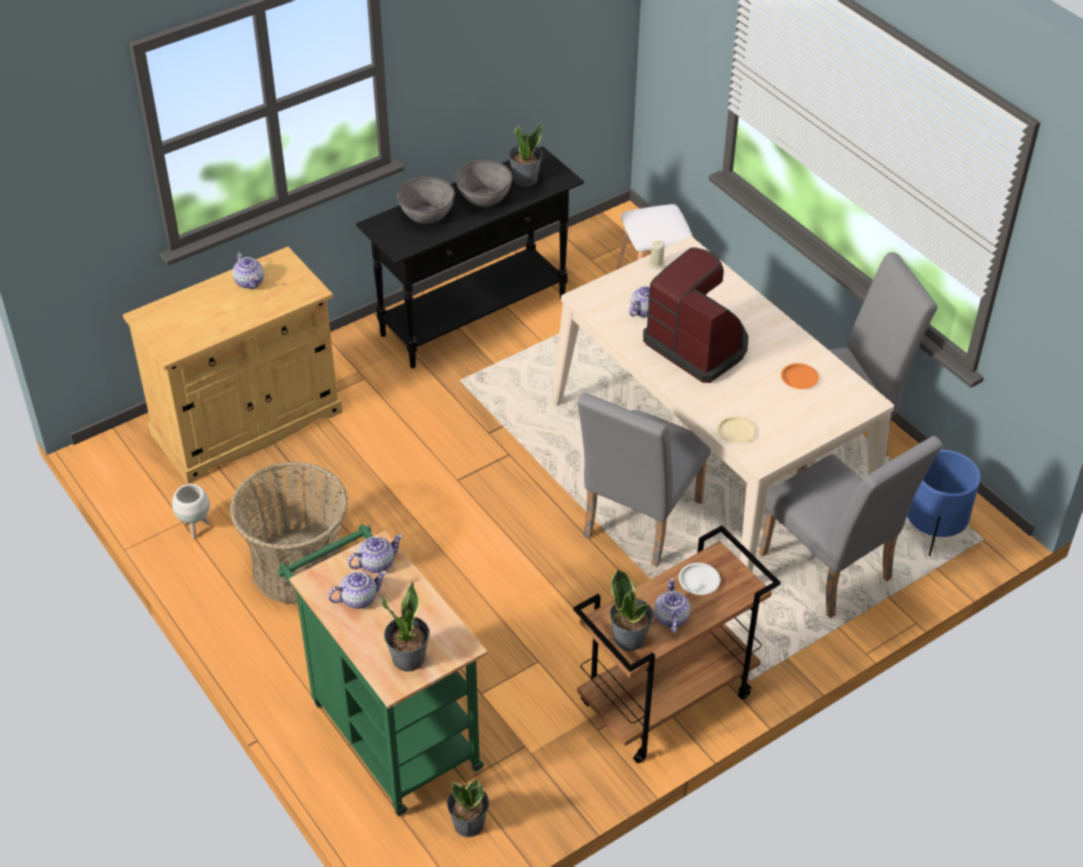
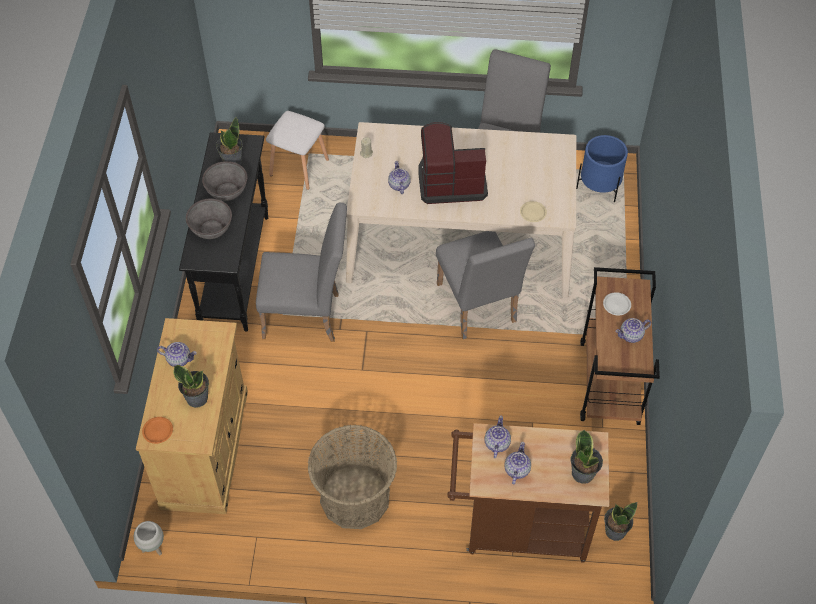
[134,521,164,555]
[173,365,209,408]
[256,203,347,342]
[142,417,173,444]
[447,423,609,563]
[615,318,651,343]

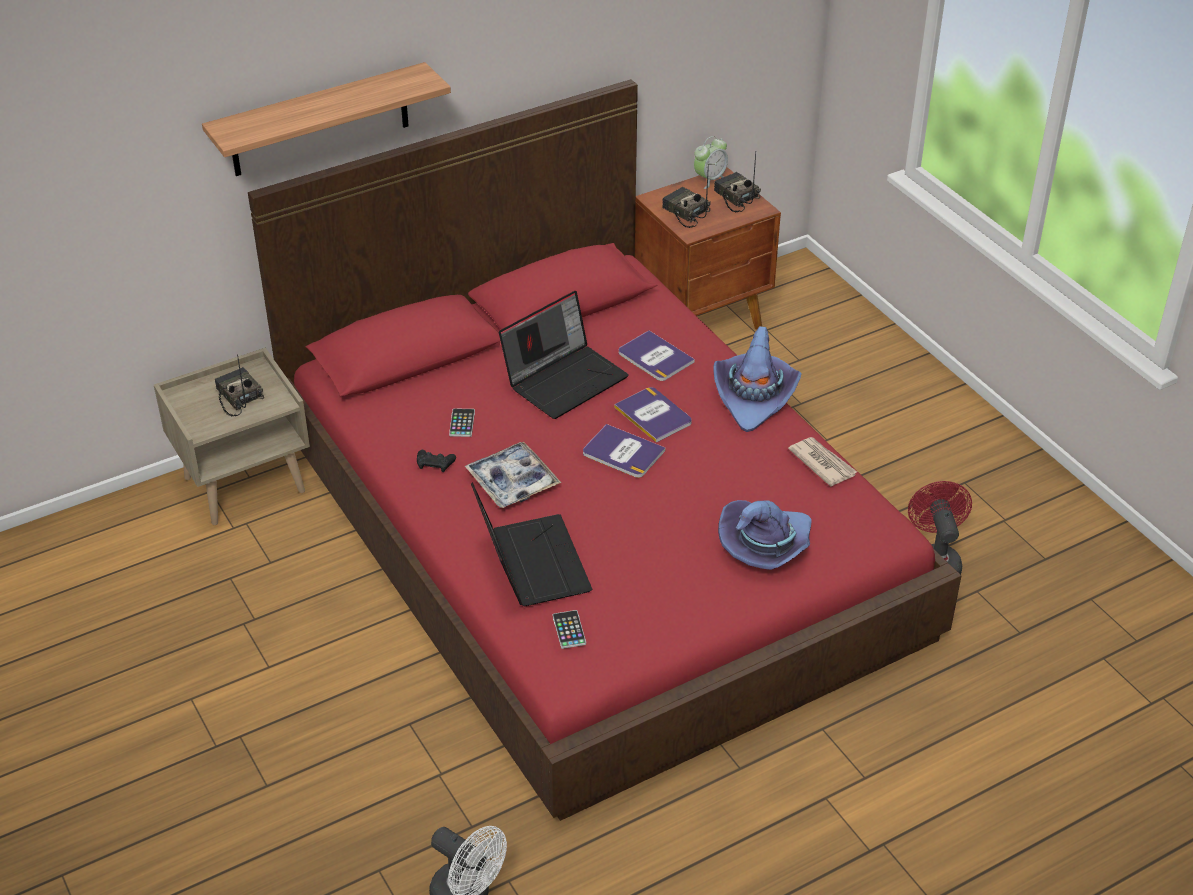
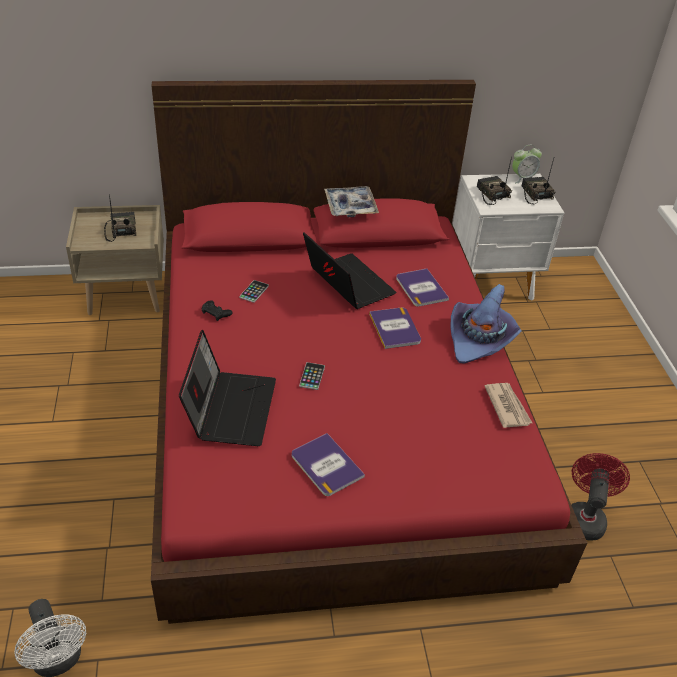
[202,62,451,176] (first image)
[718,500,812,570] (first image)
[324,186,379,218]
[299,362,325,390]
[292,433,365,496]
[453,174,564,301]
[303,232,396,309]

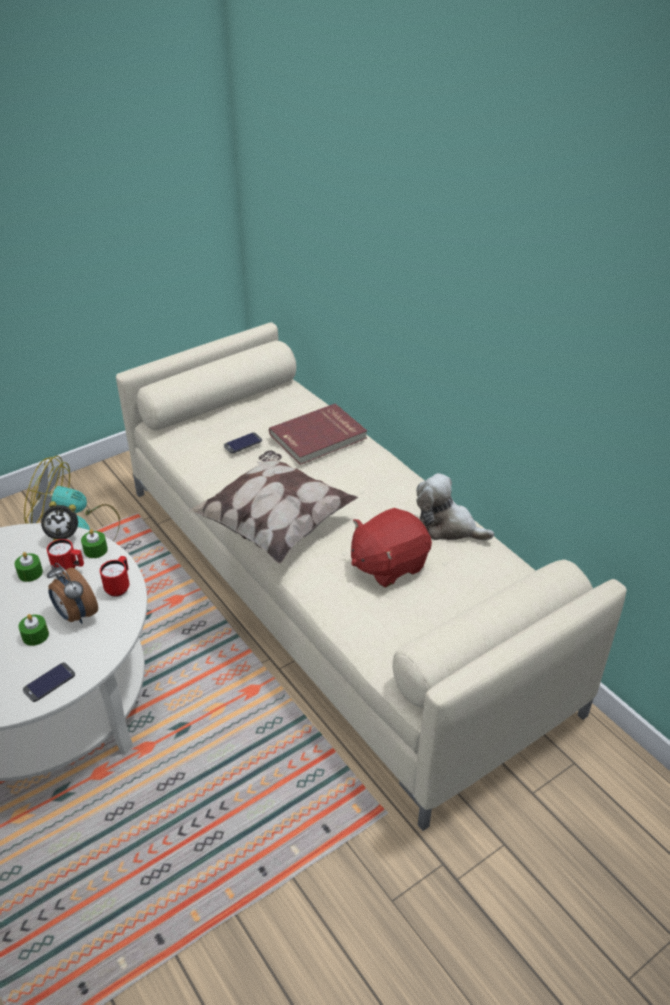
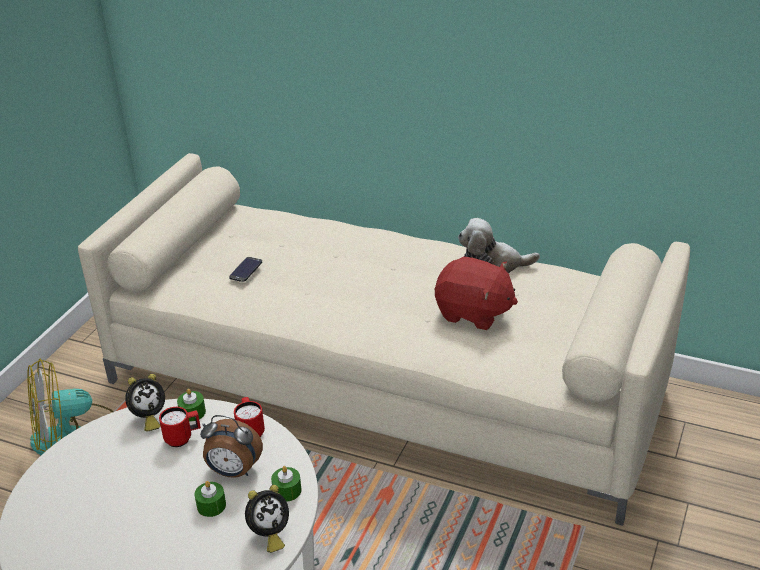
[188,450,358,563] (first image)
[269,404,367,465] (first image)
[271,466,302,502]
[245,485,289,553]
[435,257,518,330]

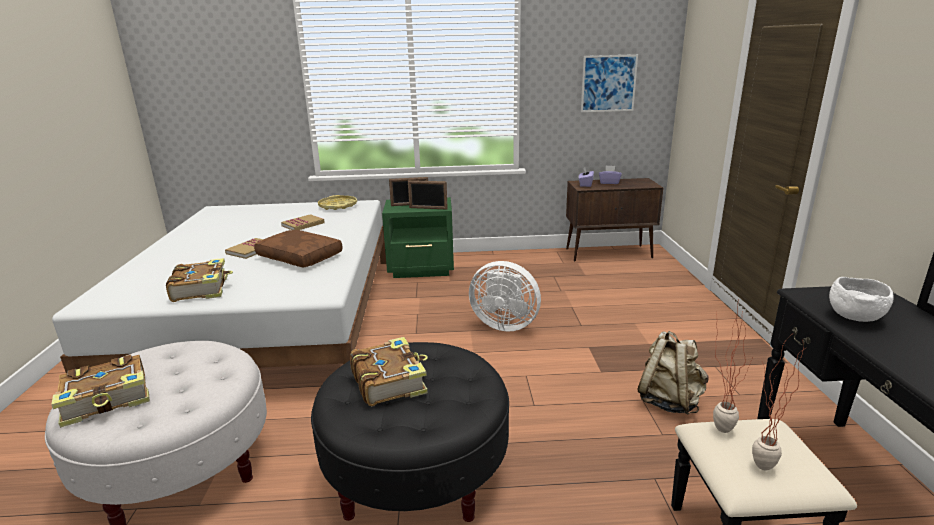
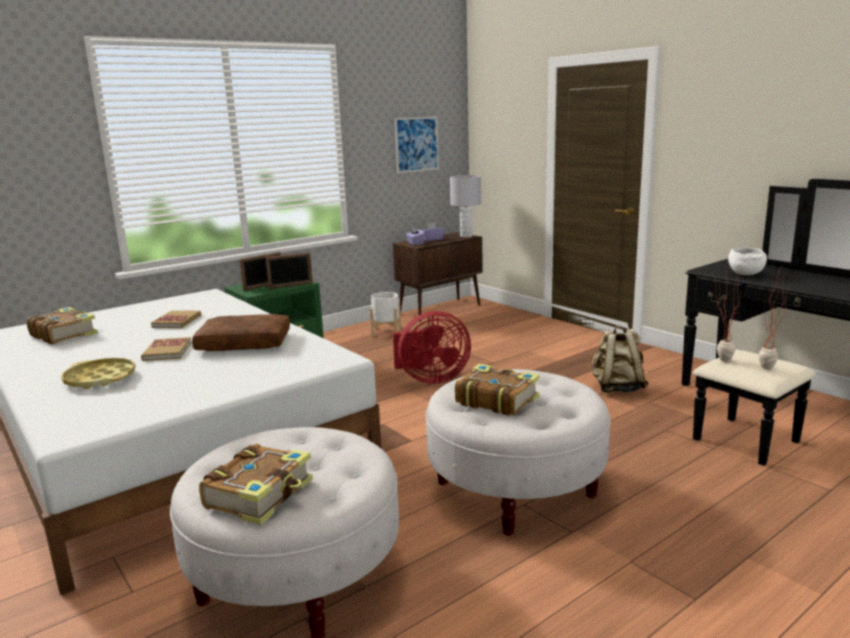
[370,292,401,337]
[450,175,481,237]
[26,307,98,344]
[61,358,136,389]
[425,369,611,536]
[393,311,471,384]

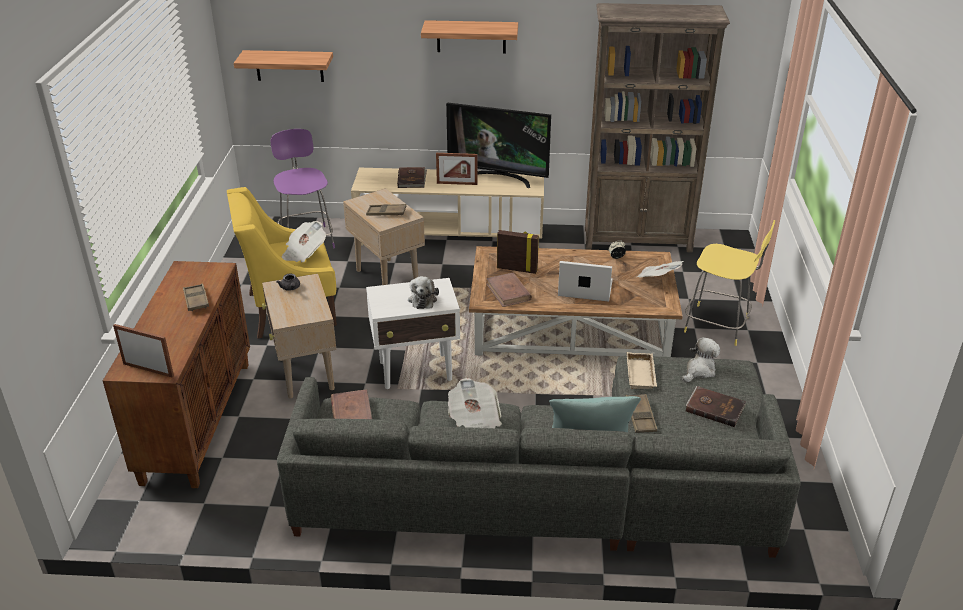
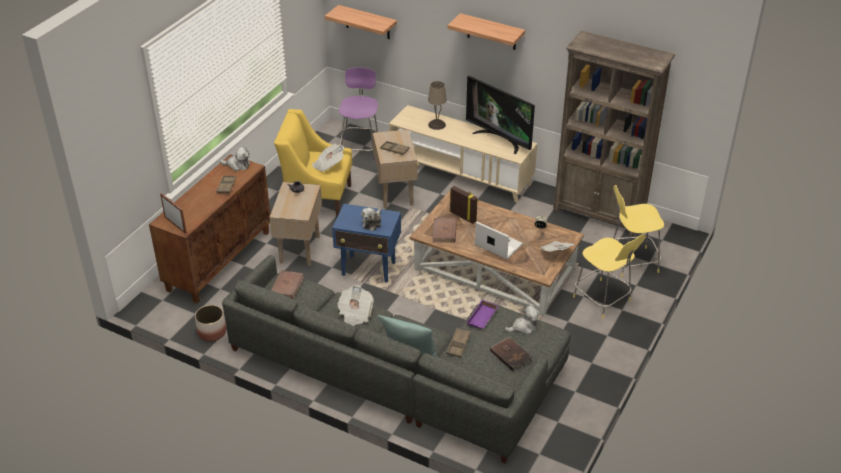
[436,153,477,185] (first image)
[195,305,226,342]
[219,147,250,172]
[613,185,664,277]
[428,81,447,130]
[332,204,401,283]
[467,299,499,329]

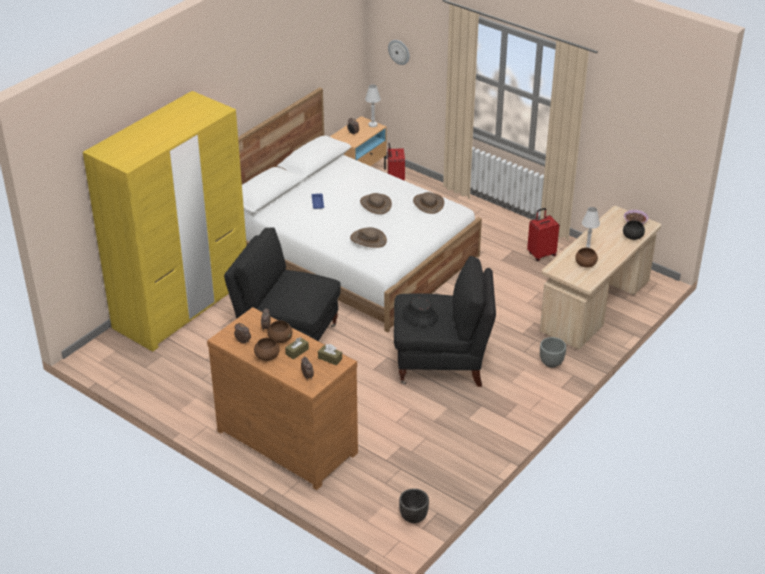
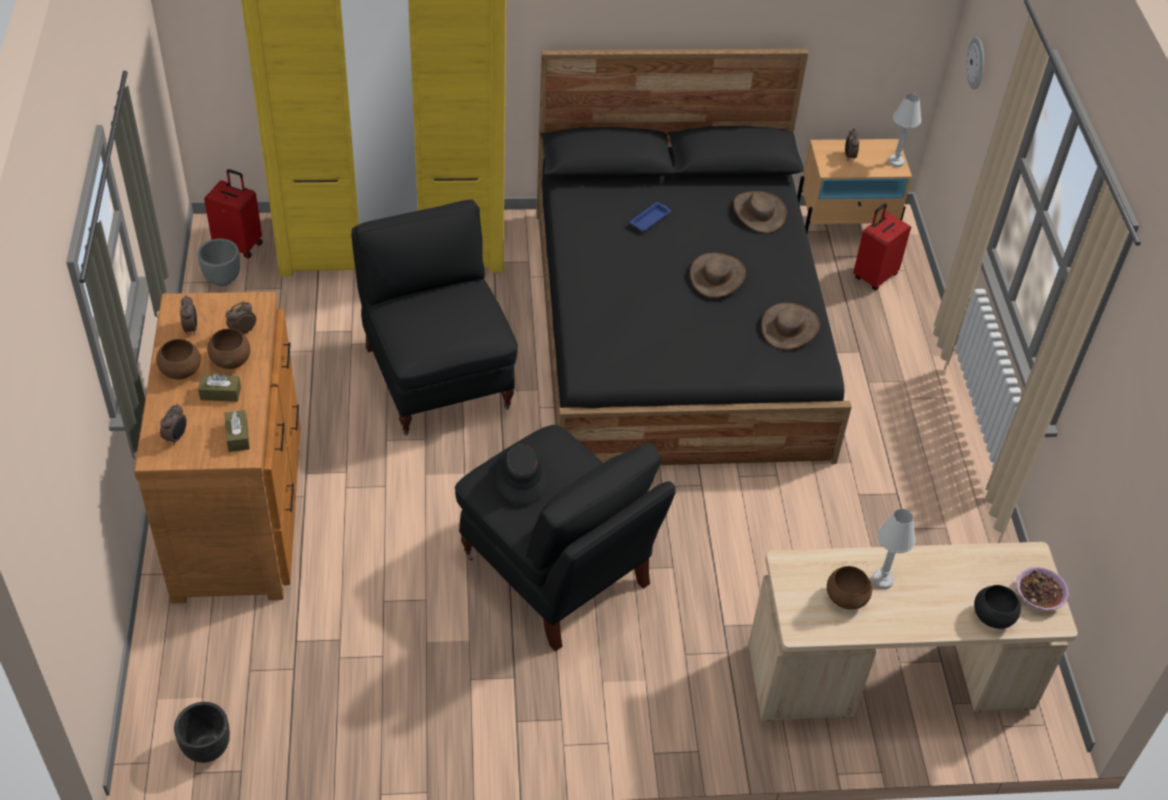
[733,191,787,233]
[204,169,263,259]
[198,239,240,286]
[537,49,852,465]

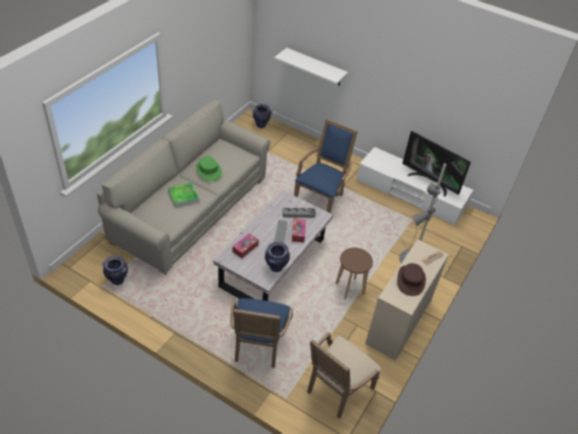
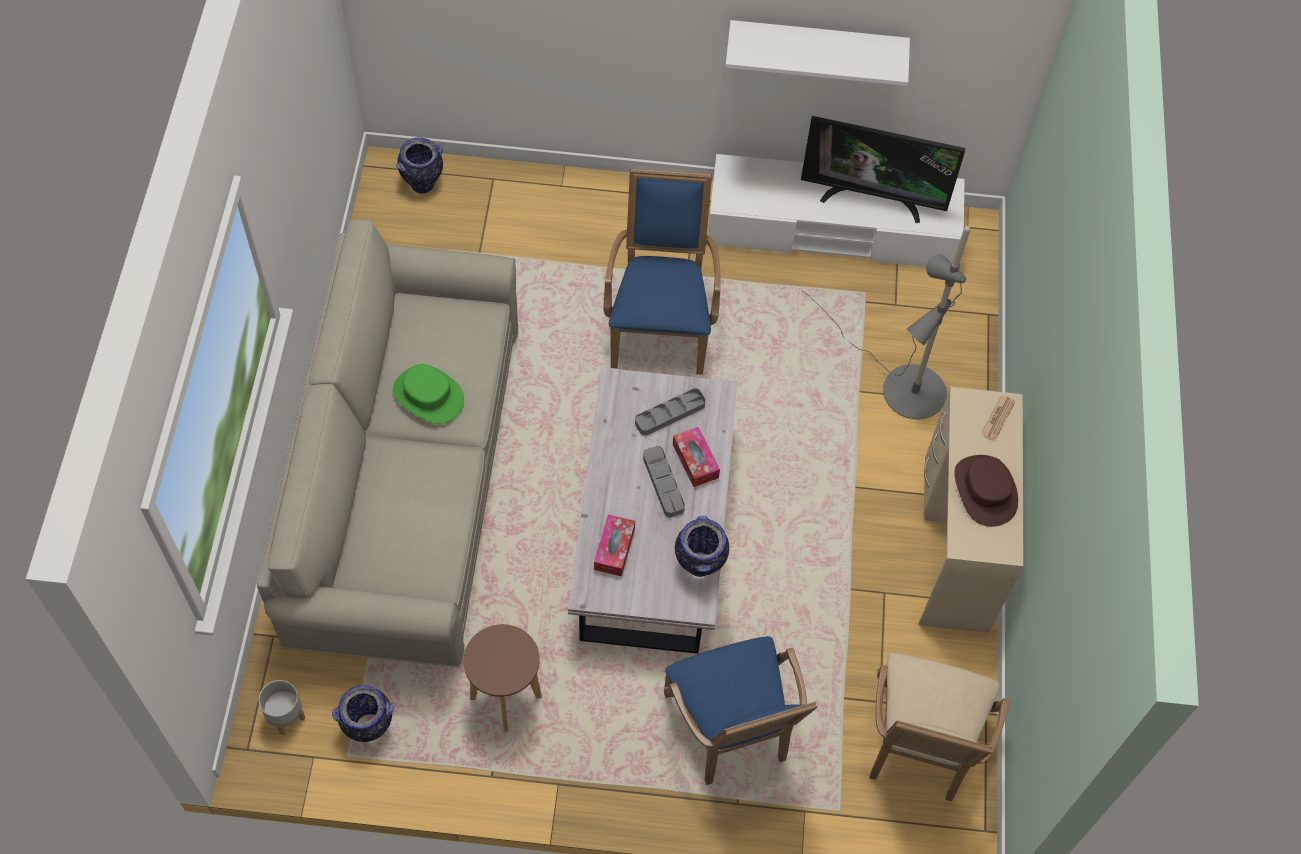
[168,183,200,208] (first image)
[258,680,305,735]
[725,20,910,86]
[463,624,542,731]

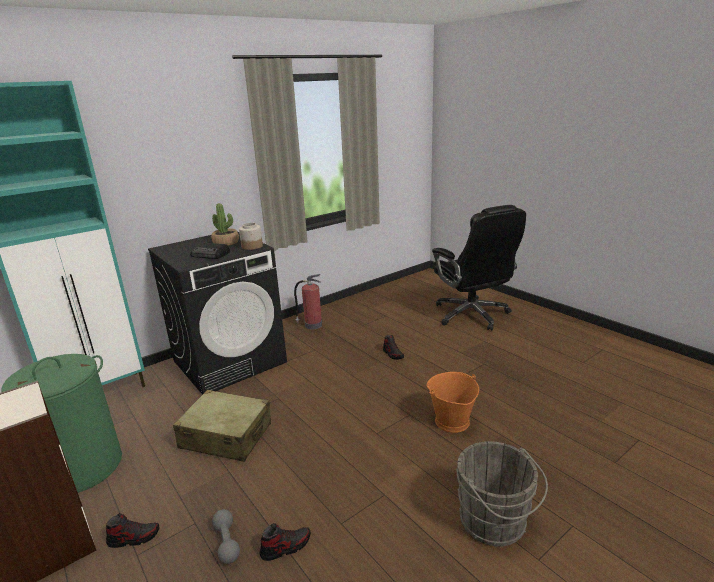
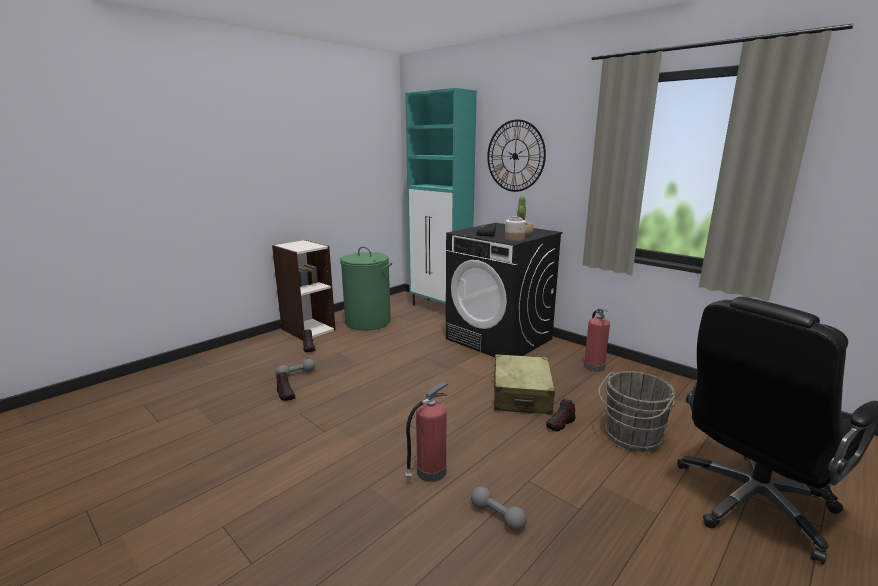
[471,486,527,531]
[487,120,546,192]
[494,354,555,415]
[598,371,675,452]
[405,381,448,482]

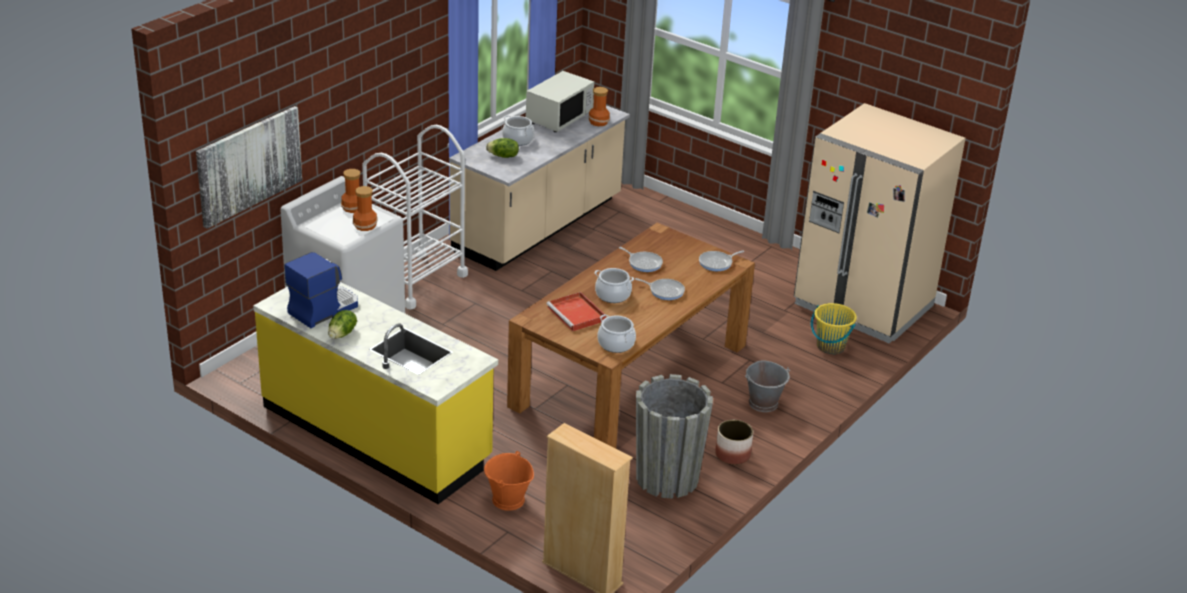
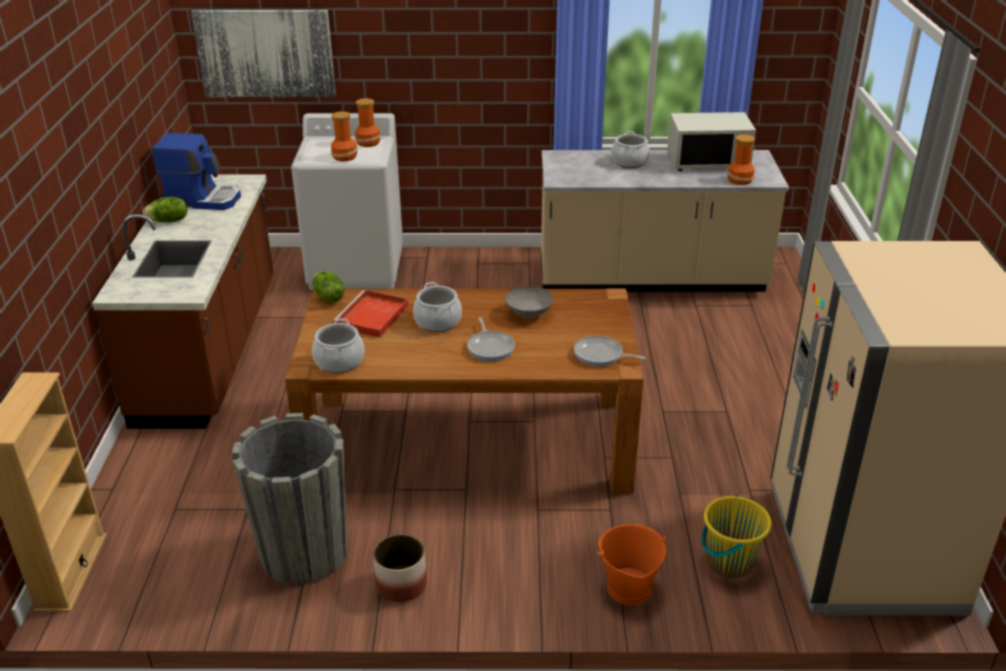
[362,125,468,310] (first image)
[745,360,790,412] (first image)
[598,524,666,605]
[313,271,344,304]
[505,286,553,318]
[92,175,274,429]

